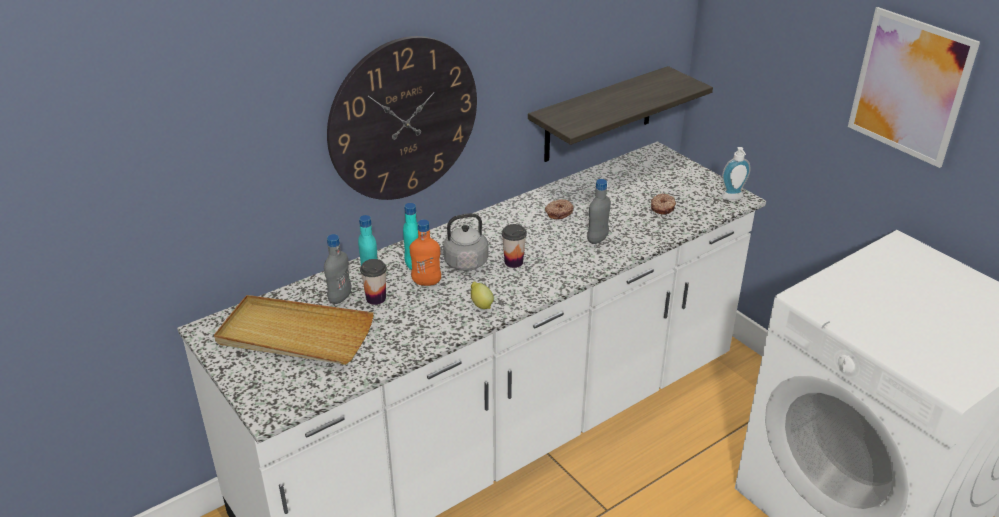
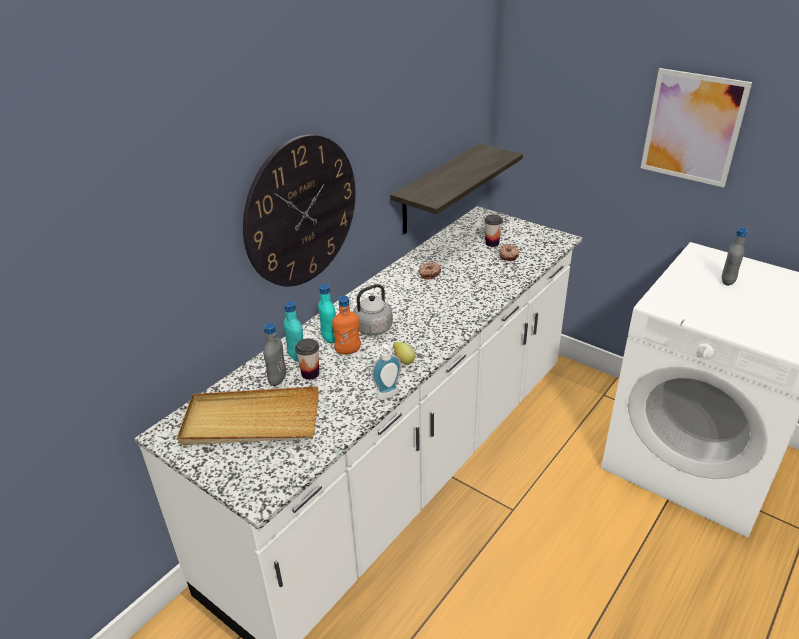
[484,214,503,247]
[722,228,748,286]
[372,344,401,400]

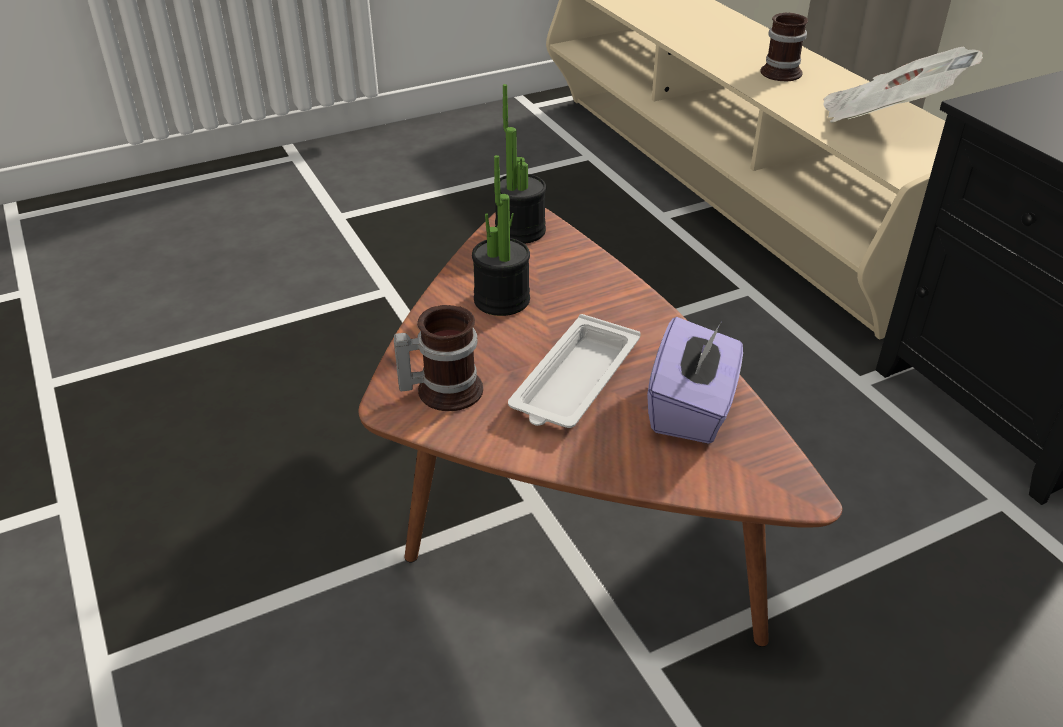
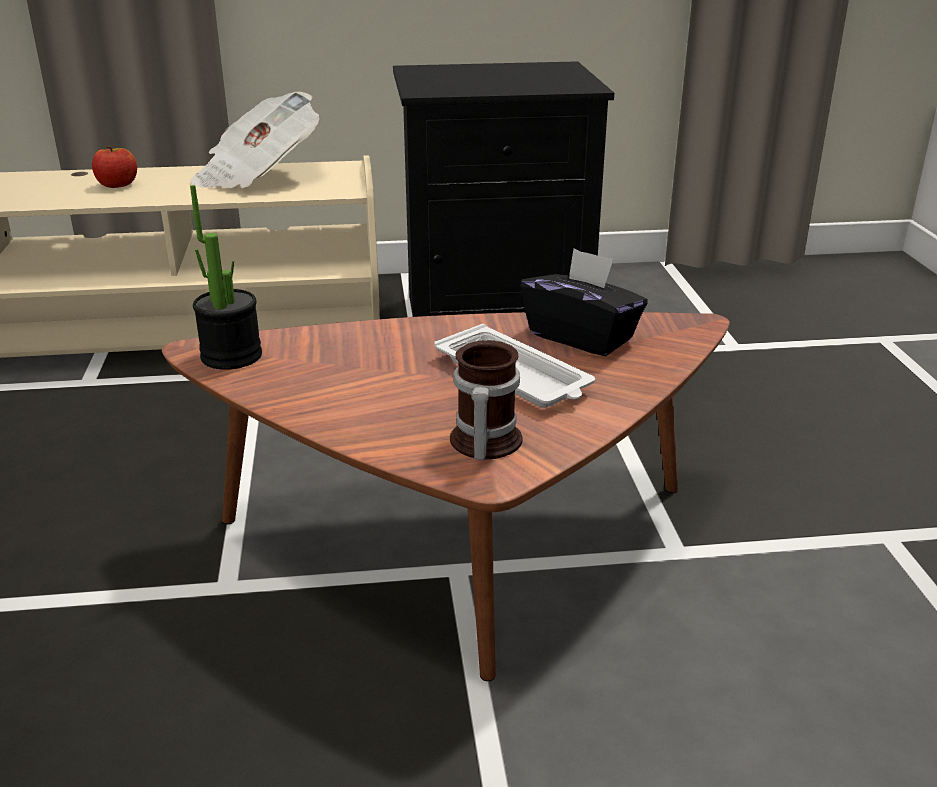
[472,155,530,316] (first image)
[92,146,137,188]
[520,248,647,356]

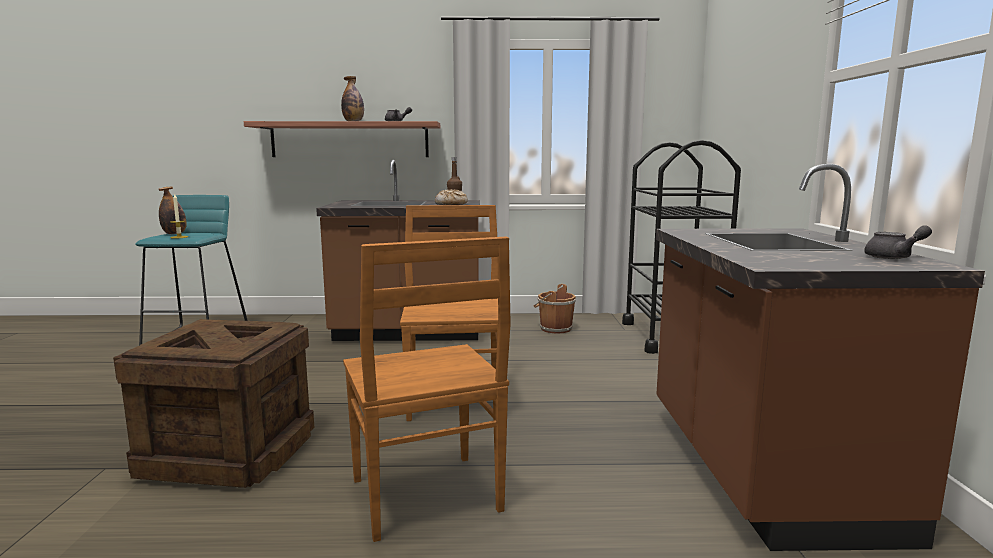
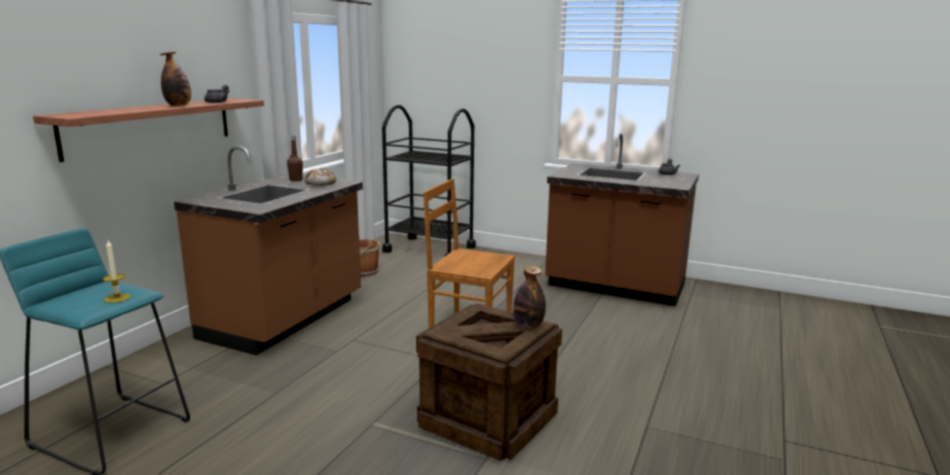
[343,237,511,542] (first image)
[513,266,546,329]

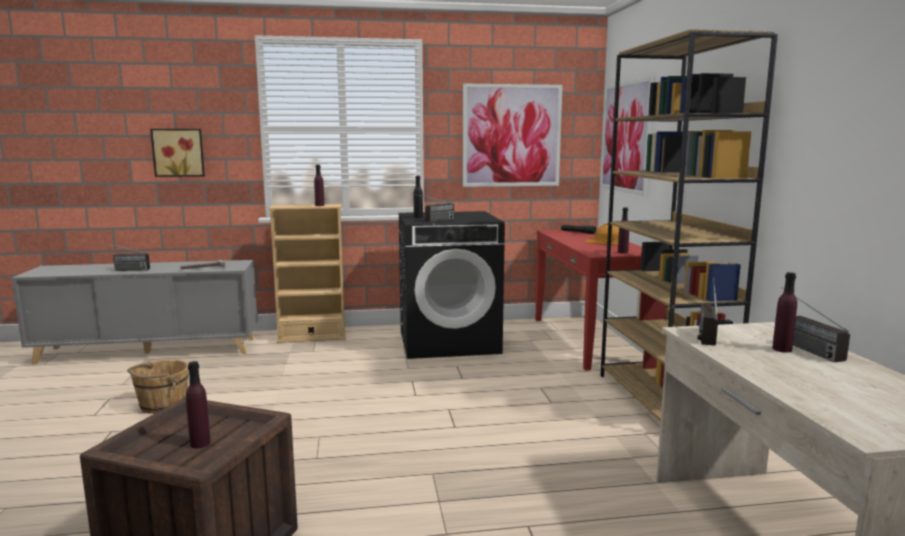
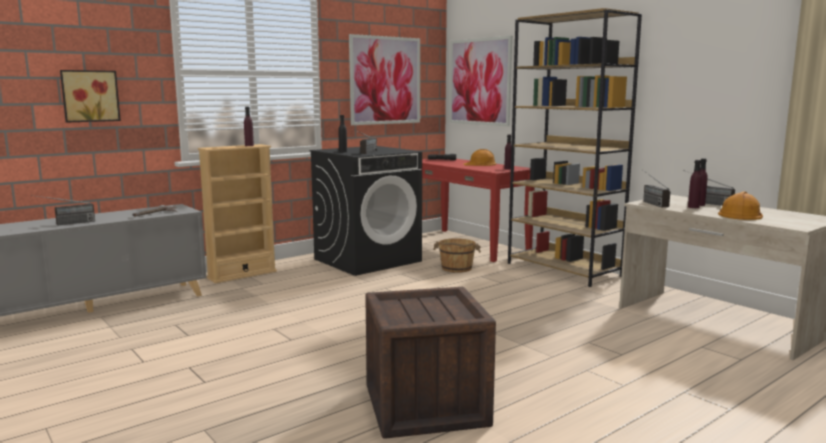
[718,191,763,220]
[434,238,481,273]
[688,160,702,208]

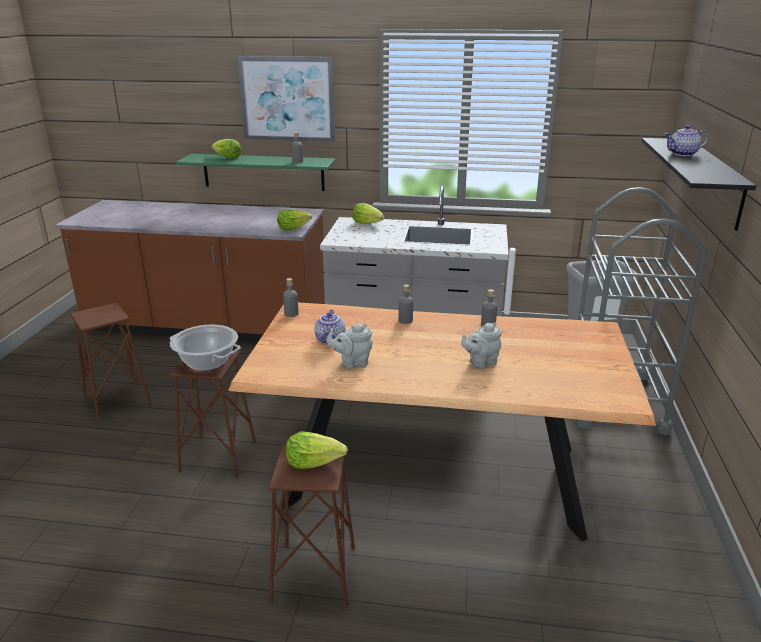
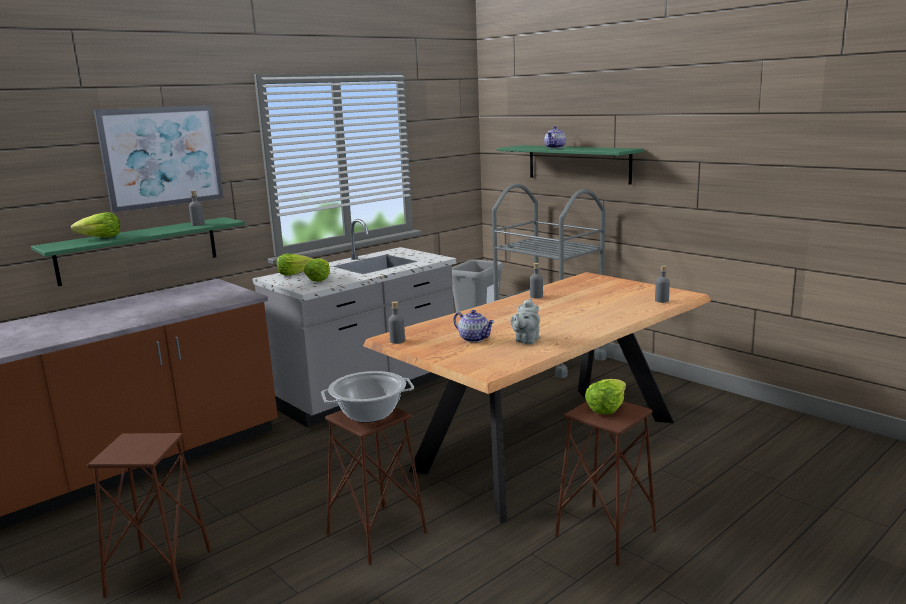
[461,322,502,369] (first image)
[304,258,330,282]
[655,265,670,303]
[497,145,644,185]

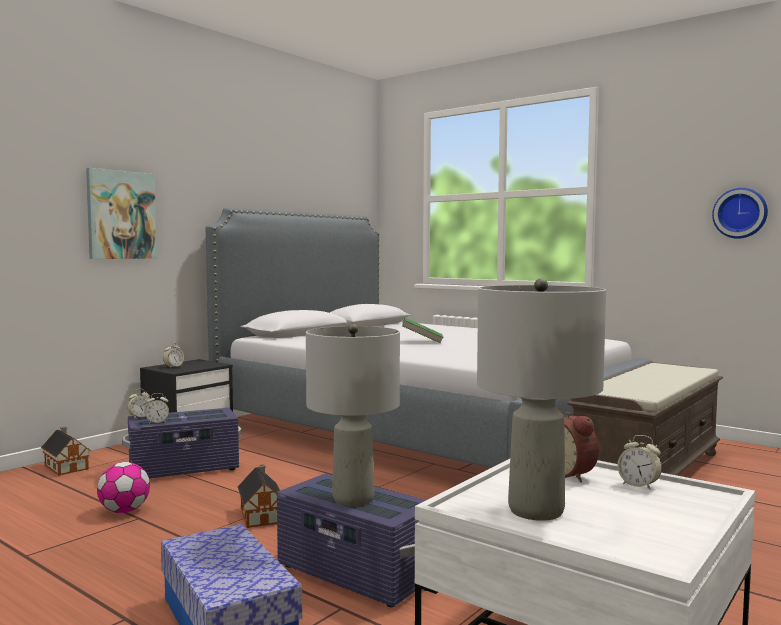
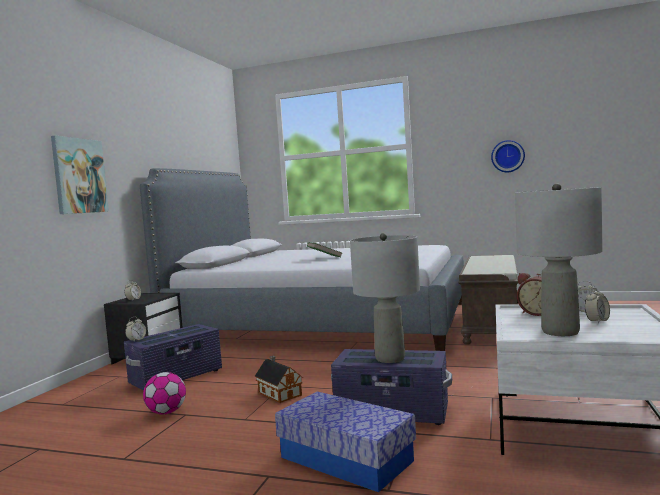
[41,427,91,476] (first image)
[585,288,610,324]

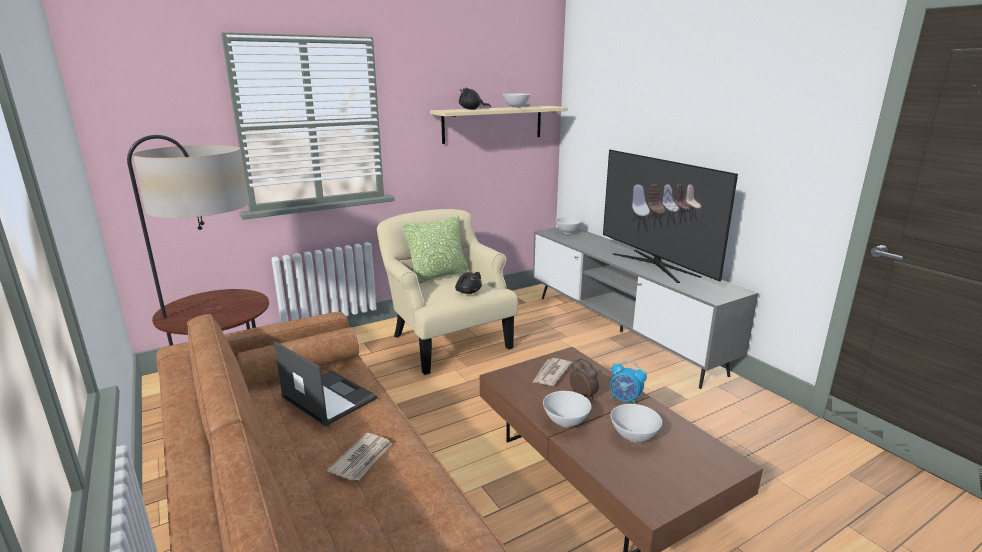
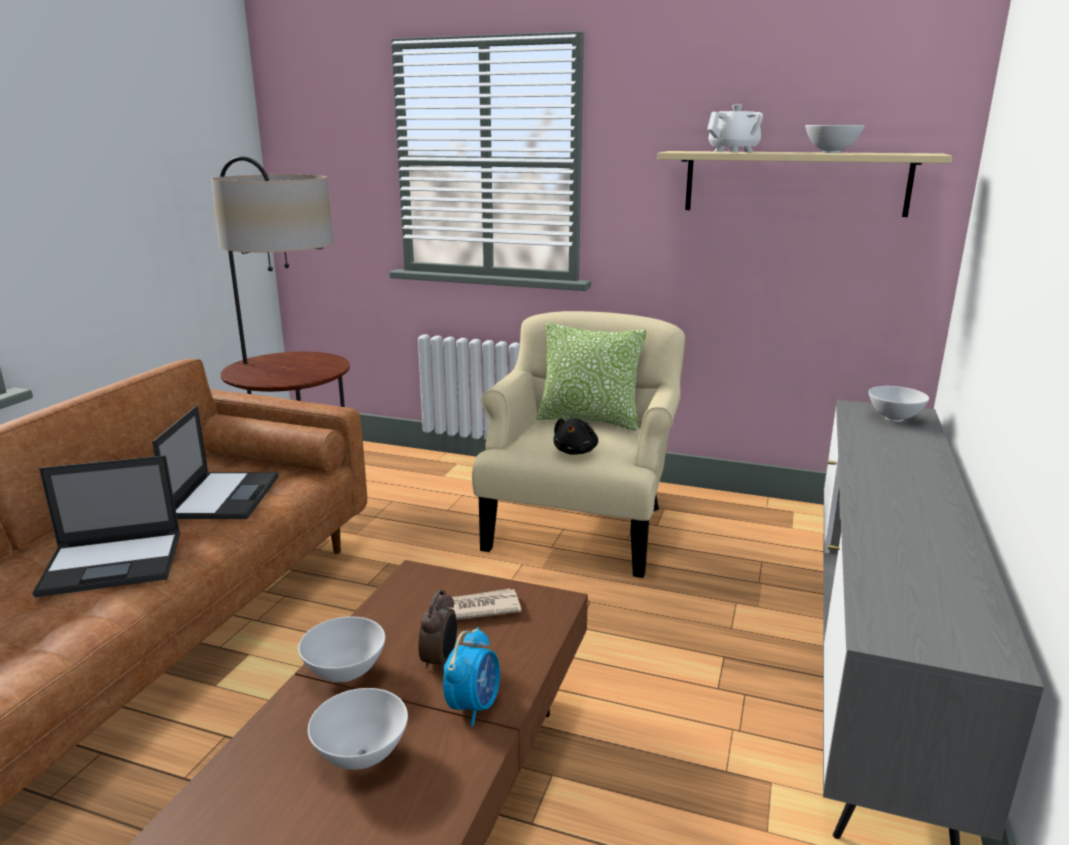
[603,150,738,283] (first image)
[32,455,180,597]
[707,104,763,152]
[443,627,500,727]

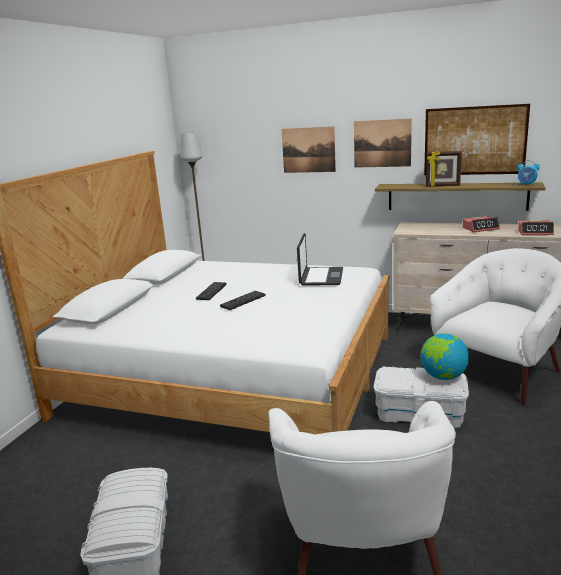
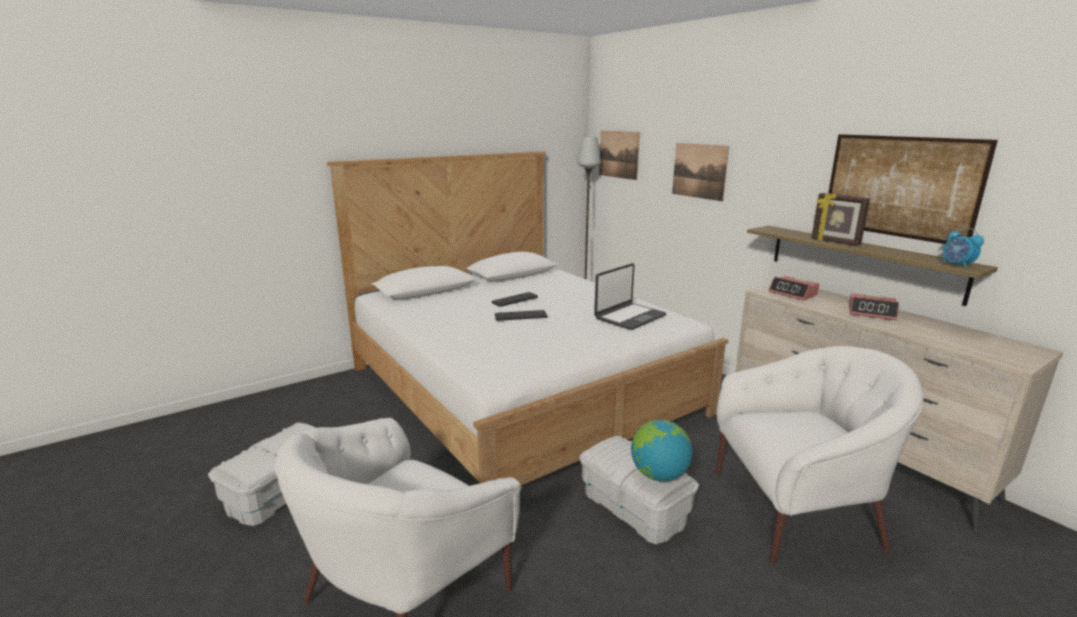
[599,130,640,180]
[768,276,819,301]

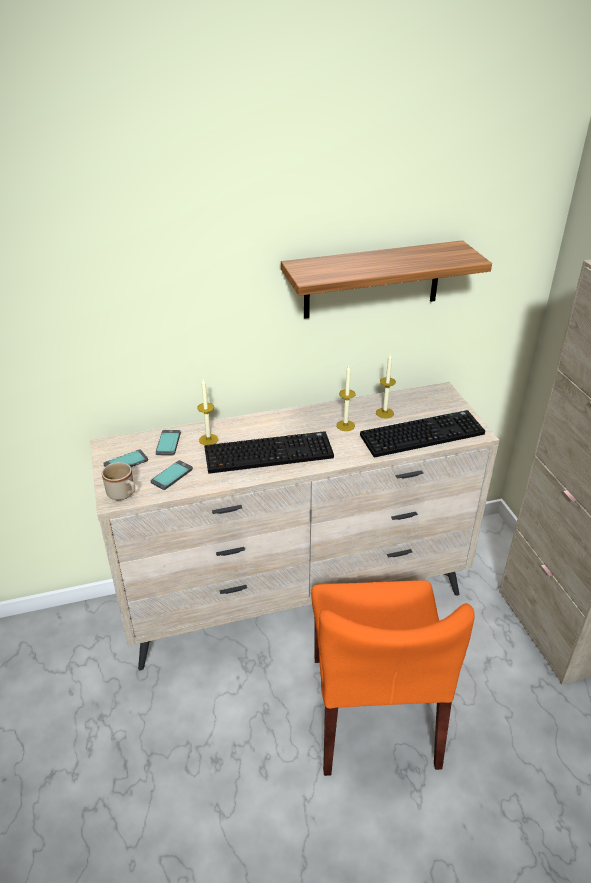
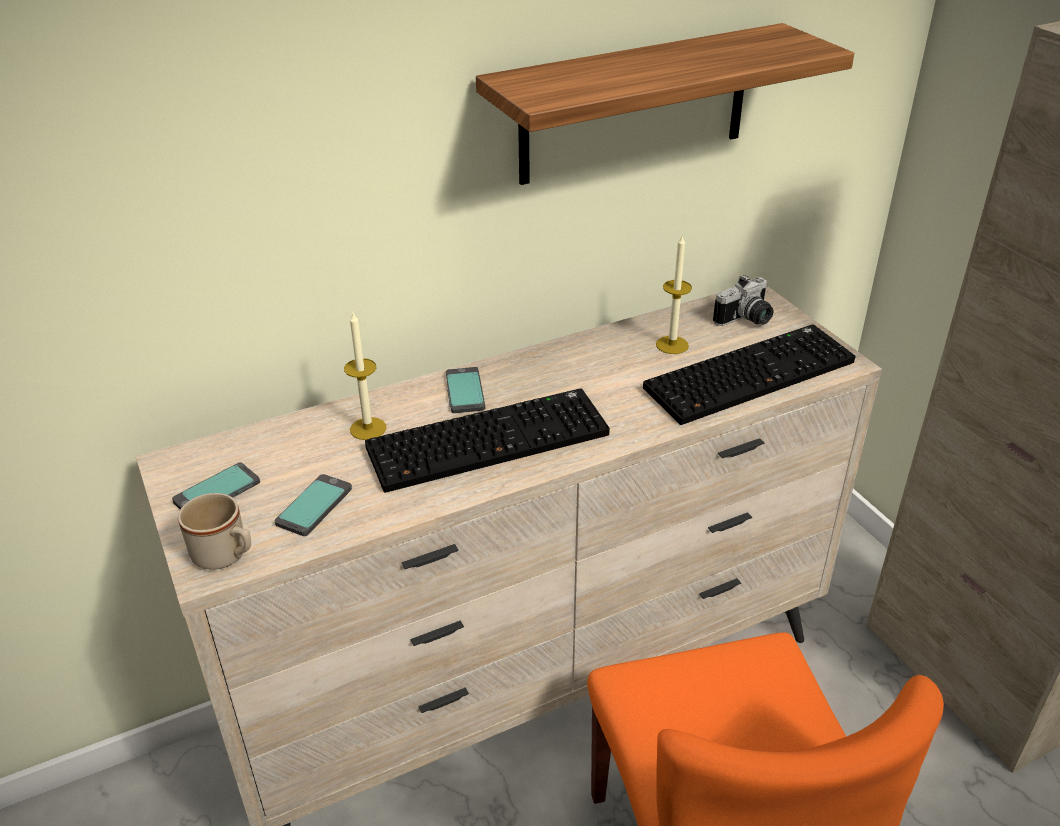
[336,366,355,431] (first image)
[713,275,774,326]
[446,367,485,413]

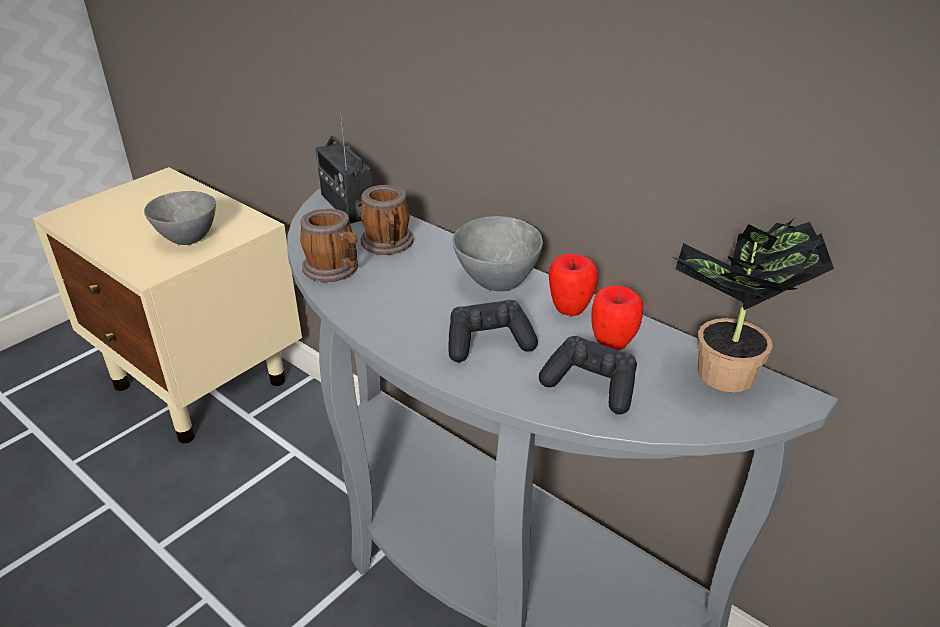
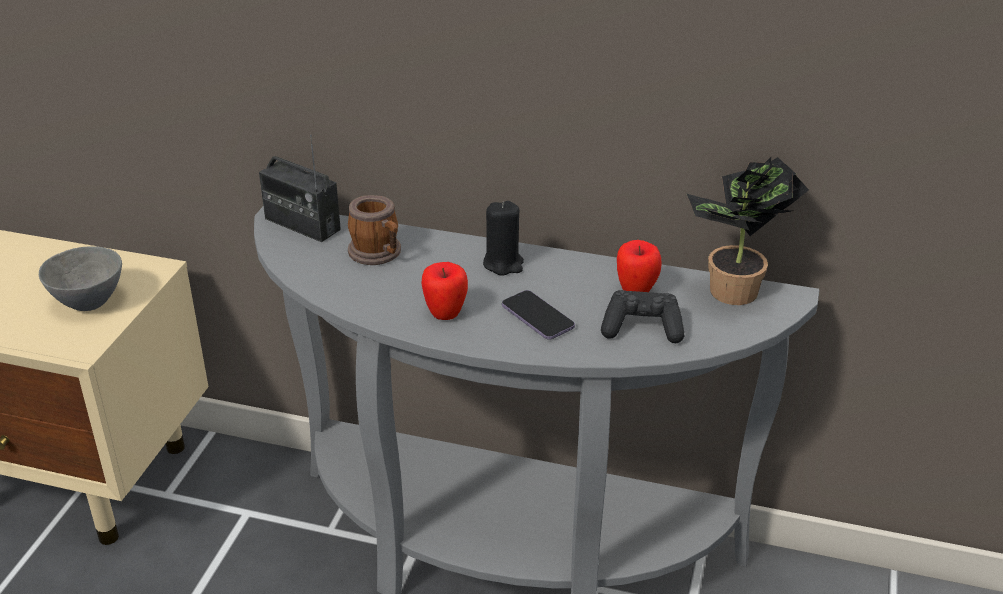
[300,209,358,282] (first image)
[422,262,468,320]
[502,290,575,340]
[483,201,524,276]

